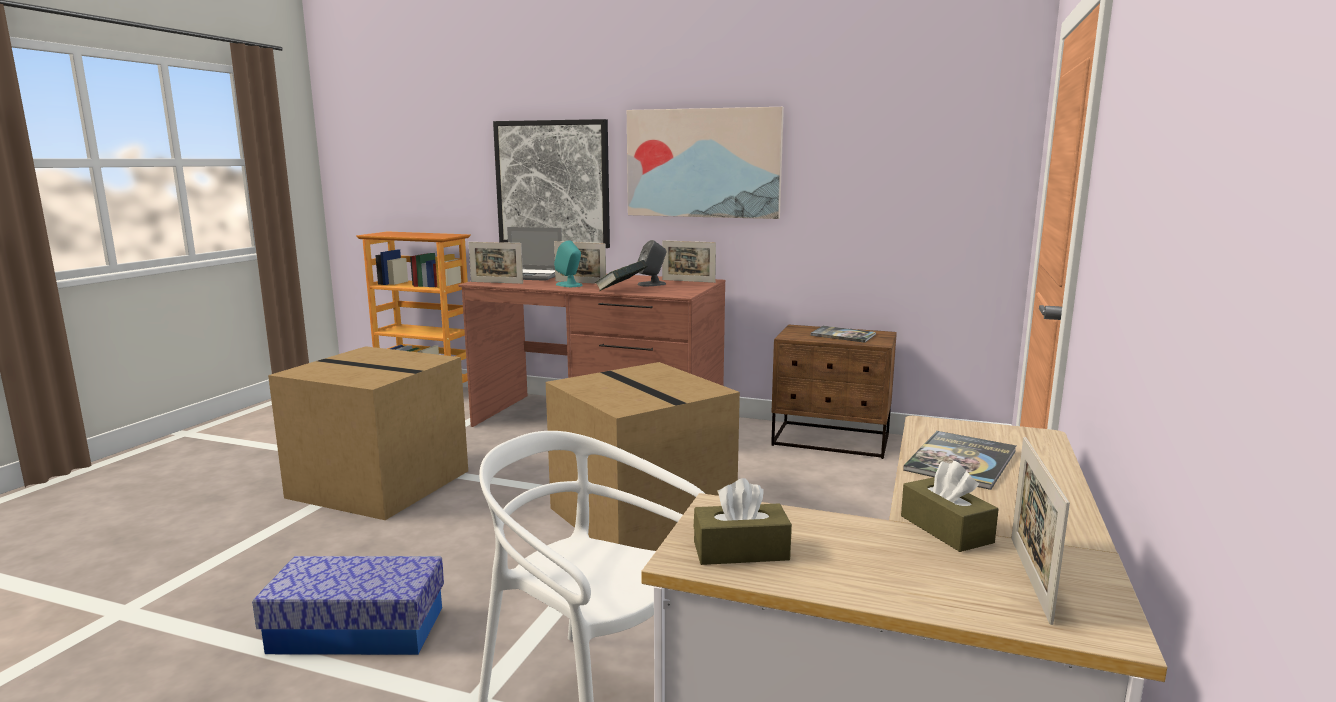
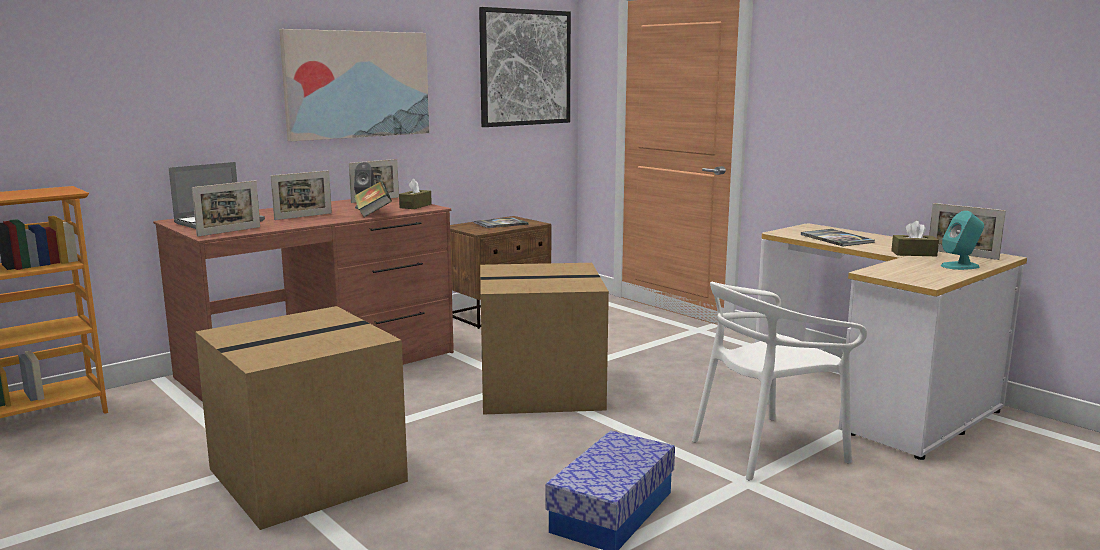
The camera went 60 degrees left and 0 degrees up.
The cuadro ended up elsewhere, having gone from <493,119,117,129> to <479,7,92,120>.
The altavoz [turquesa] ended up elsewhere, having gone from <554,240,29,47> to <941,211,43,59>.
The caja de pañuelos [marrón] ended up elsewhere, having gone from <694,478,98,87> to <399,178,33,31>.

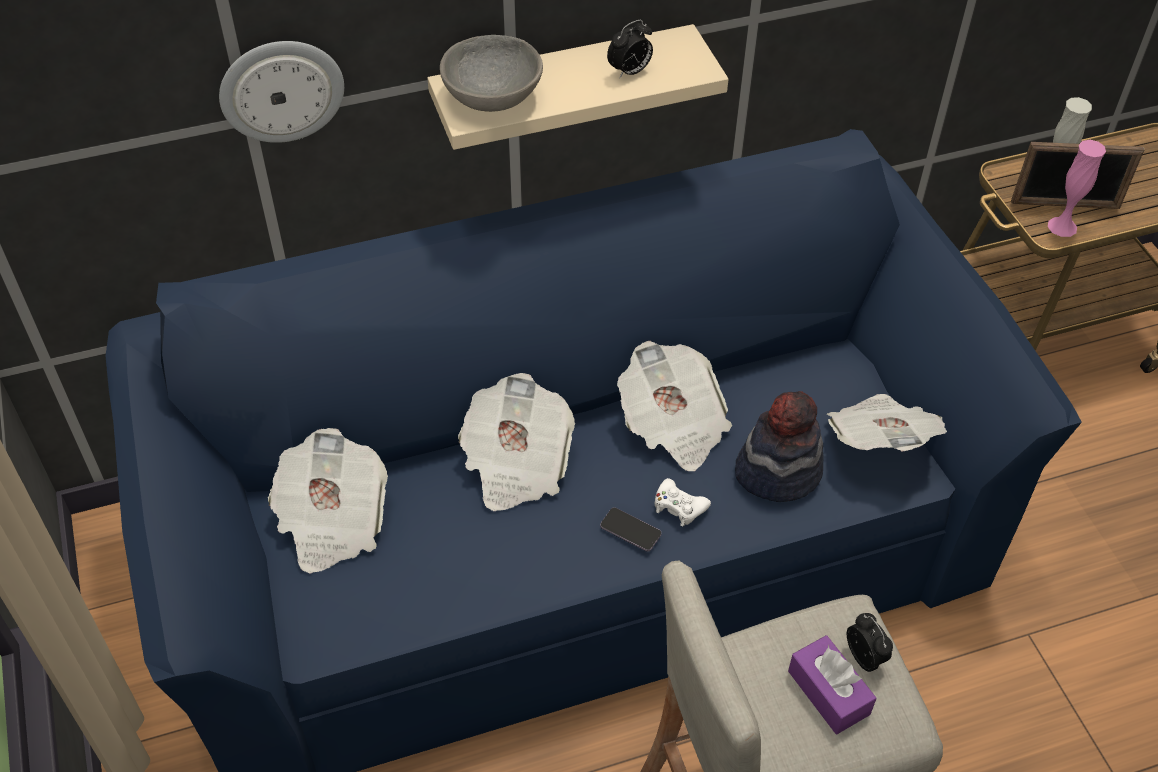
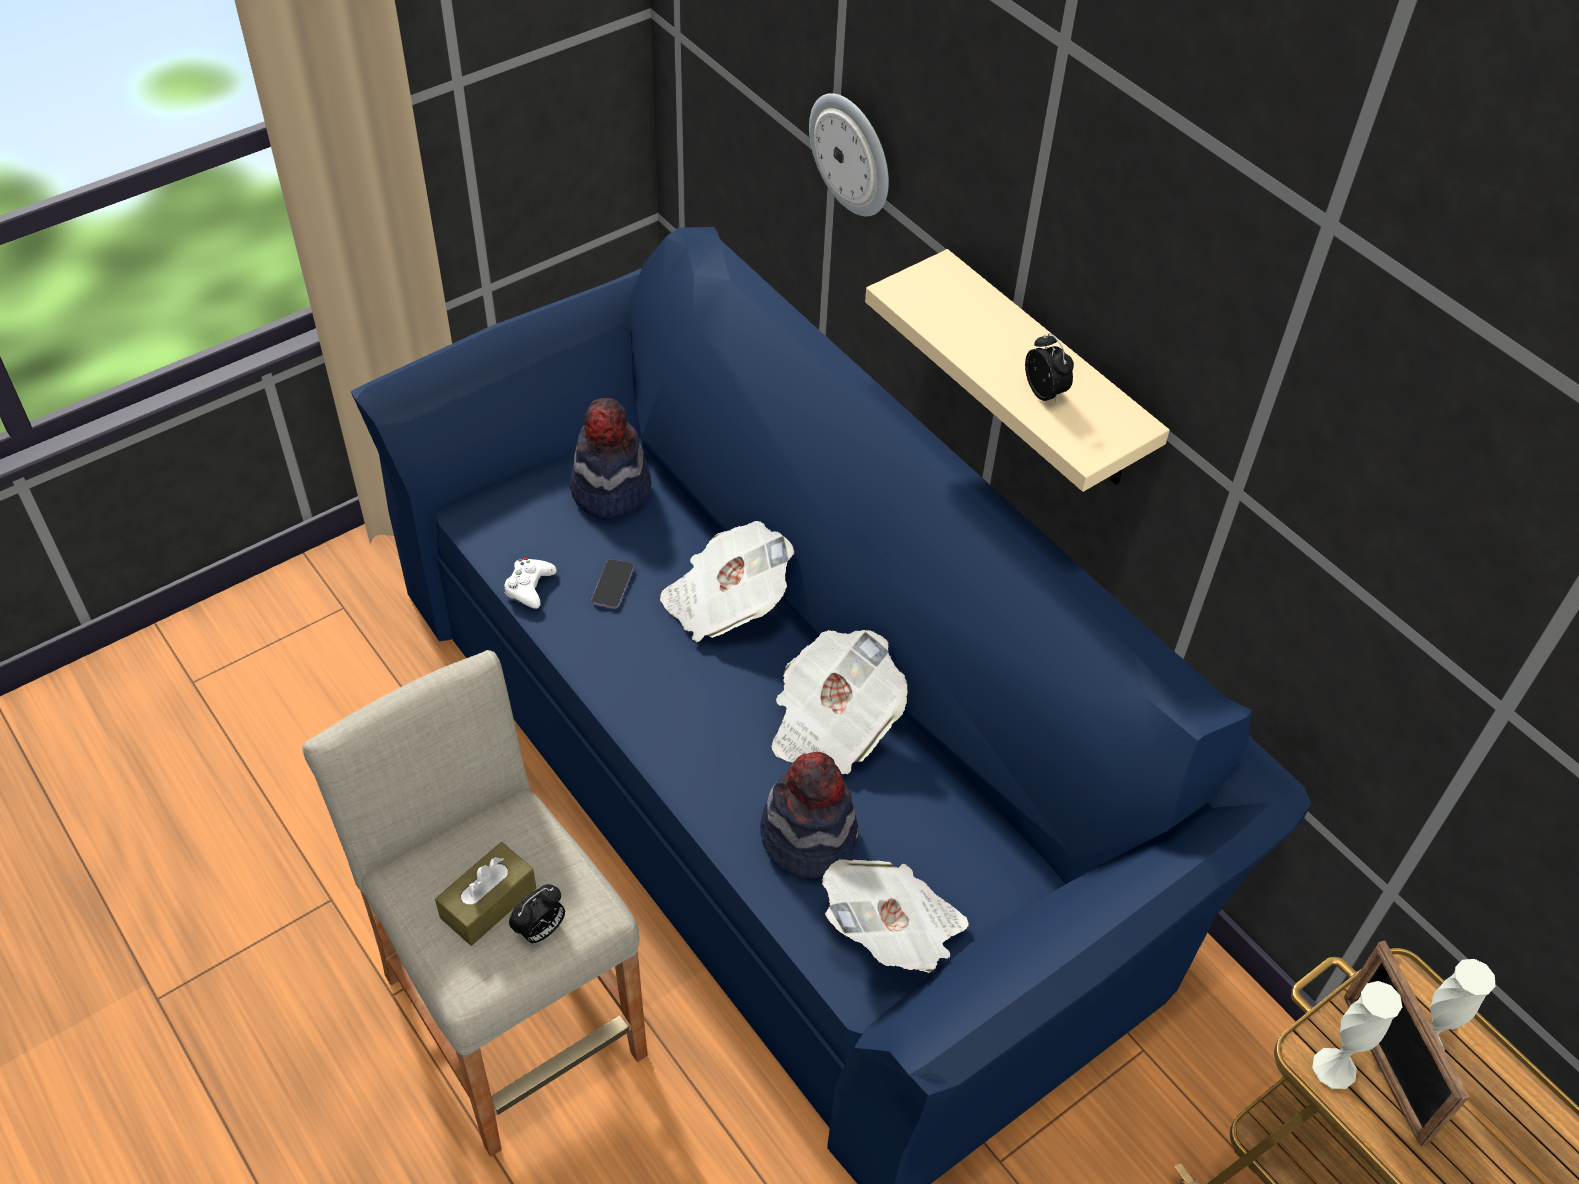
The camera went 70 degrees right and 0 degrees up.
Where the periódico stood at <268,428,120,146>, the sombrero came to stand at <570,398,81,122>.
The second view lost the cuenco [gris] at <440,35,103,77>.
The móvil ended up elsewhere, having gone from <600,507,62,45> to <591,559,43,50>.
The despertador at <607,20,46,59> ended up facing another way, 150 degrees counterclockwise from before.
The mando de consola [blanco] ended up elsewhere, having gone from <655,478,56,49> to <504,558,53,51>.
What was the caja de pañuelos [morado] at <788,635,88,99> turned into the caja de pañuelos [marrón] at <435,842,101,104>.
What was the florero [rosa] at <1048,140,58,97> turned into the florero [blanco] at <1312,981,90,108>.

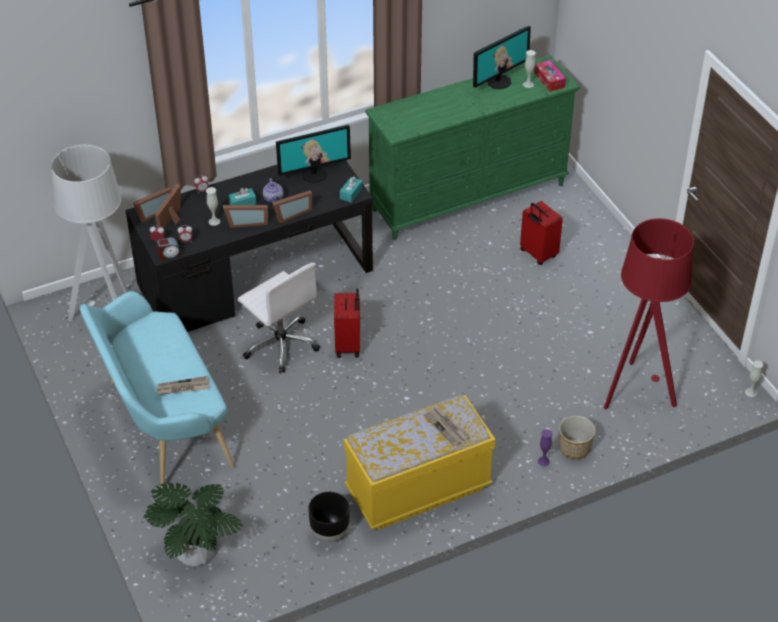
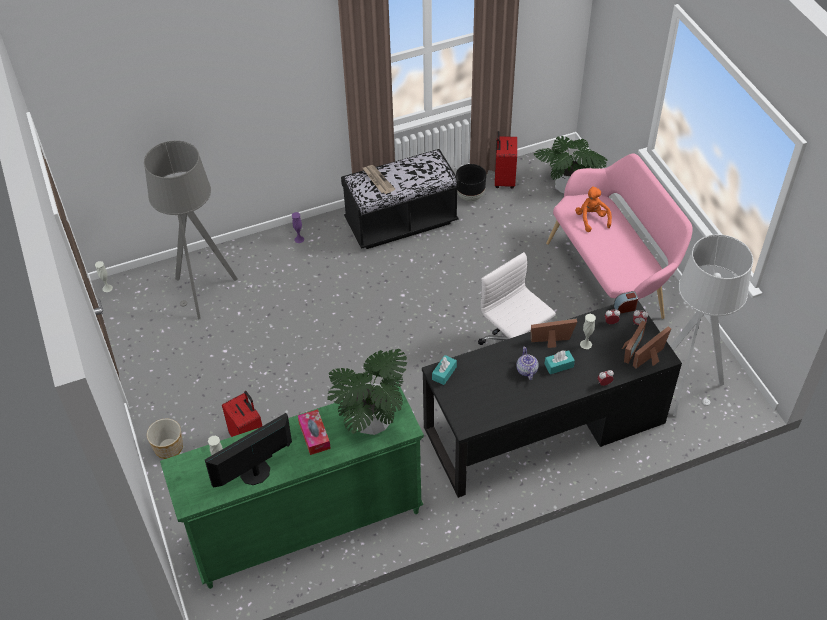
The camera went 175 degrees left and 5 degrees up.
What was the banco [turquesa] at <80,291,155,198> turned into the banco [rosa] at <546,153,147,166>.
Where the periódico stood at <157,376,53,19>, the peluche [naranja] came to stand at <575,187,37,45>.
The second view lost the portarretratos at <272,191,40,32>.
The second view lost the monitor at <276,125,75,58>.
The maleta [rojo] ended up elsewhere, having gone from <334,288,26,70> to <495,131,22,58>.
What was the banco [amarillo] at <344,395,152,135> turned into the banco [negro] at <341,149,118,100>.
The caja de pañuelos ended up elsewhere, having gone from <534,60,32,32> to <298,409,33,46>.
The maceta ended up elsewhere, having gone from <559,416,36,43> to <147,419,36,40>.
What was the lámpara de pie [rojo] at <604,218,90,191> turned into the lámpara de pie [gris] at <144,140,93,179>.
The second view gained the planta en maceta at <328,349,79,86>.

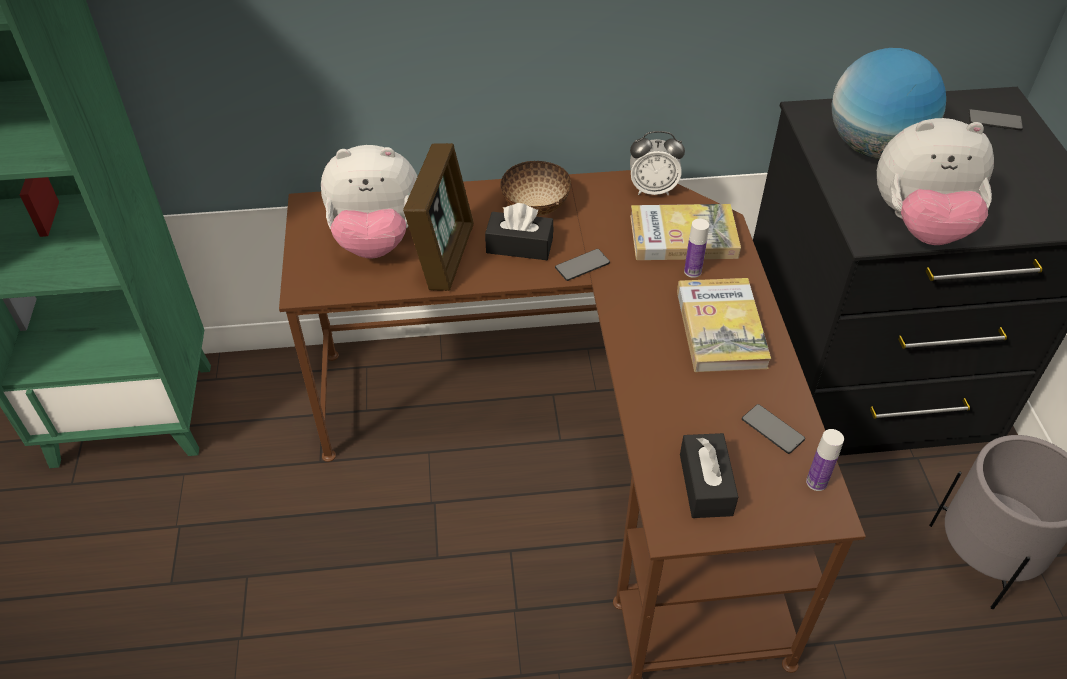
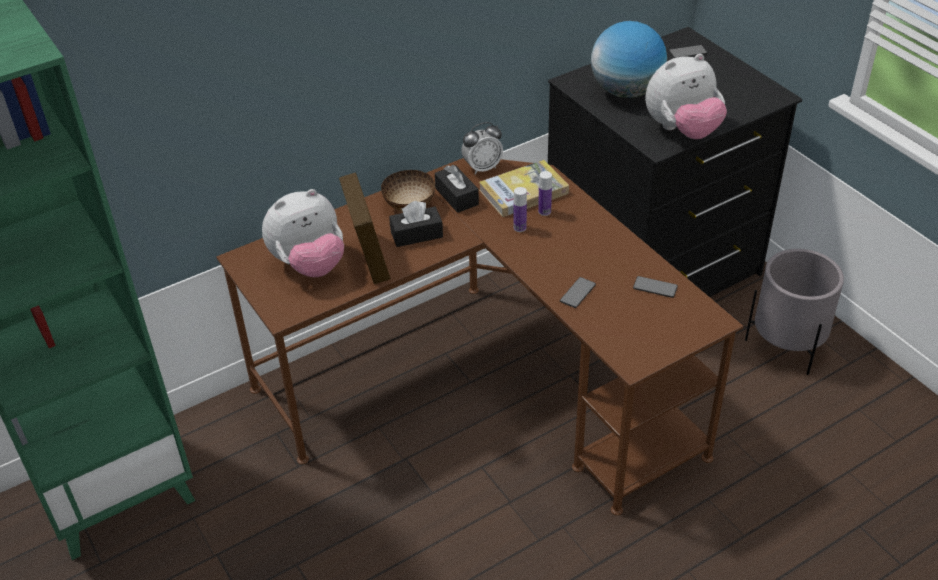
The camera went 25 degrees left and 5 degrees down.
The móvil ended up elsewhere, having gone from <555,249,55,32> to <560,277,36,31>.
The second view lost the libro at <677,278,94,94>.
The caja de pañuelos [negro] ended up elsewhere, having gone from <680,433,58,85> to <435,165,44,48>.
The botella ended up elsewhere, having gone from <806,429,38,62> to <514,187,13,45>.

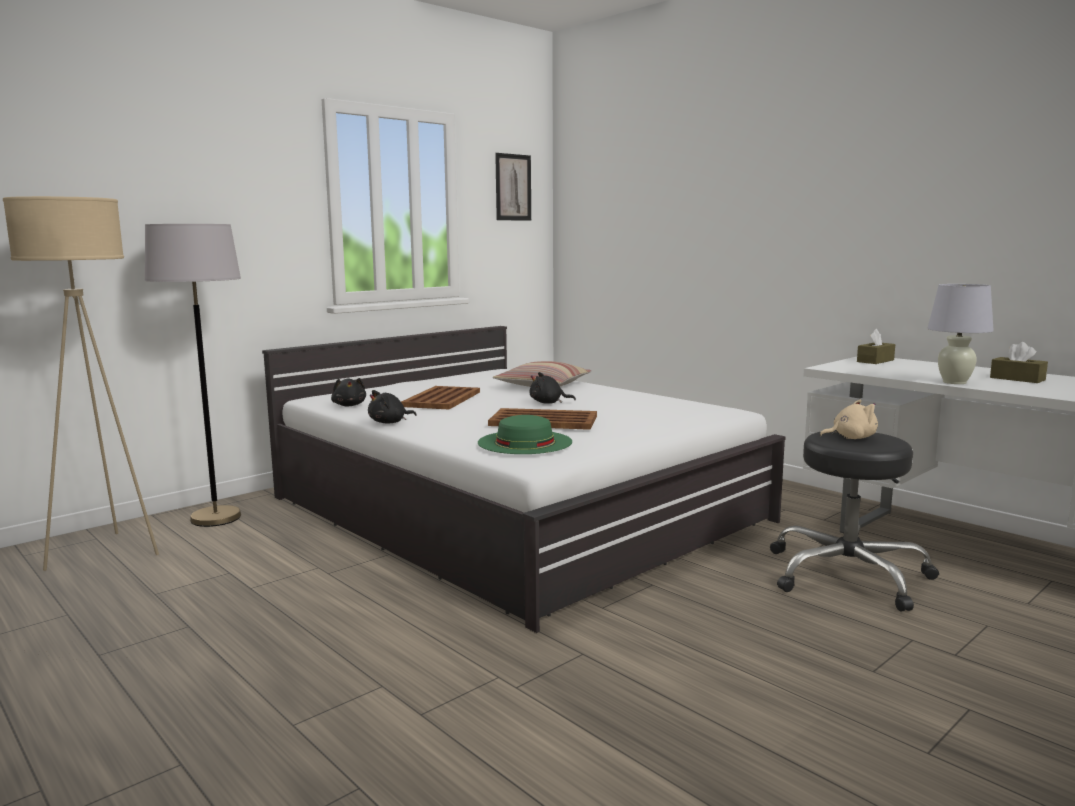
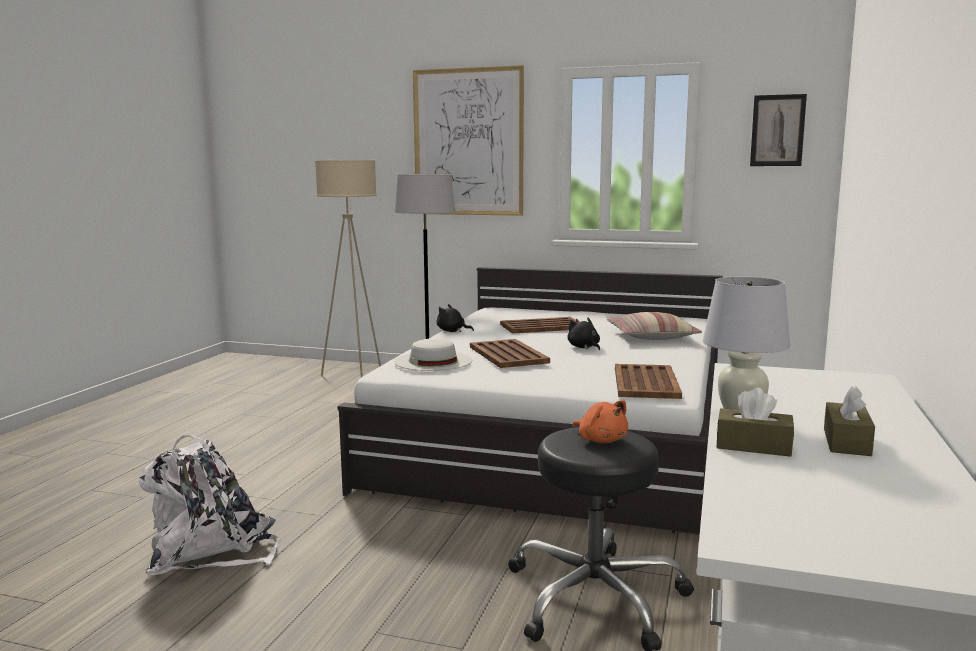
The camera went 60 degrees right and 0 degrees up.
The second view lost the peluche [negro] at <331,378,35,28>.
What was the sombrero [verde] at <478,415,94,39> turned into the sombrero [blanco] at <394,338,78,33>.
What was the peluche [beis] at <819,400,59,39> turned into the peluche [naranja] at <572,400,56,43>.
The caja de pañuelos [marrón] ended up elsewhere, having gone from <857,329,38,35> to <717,388,77,69>.
The second view gained the mochila [blanco] at <139,435,138,140>.
The second view gained the cuadro at <413,65,111,151>.
The second view gained the bandeja [marrón] at <615,364,67,35>.

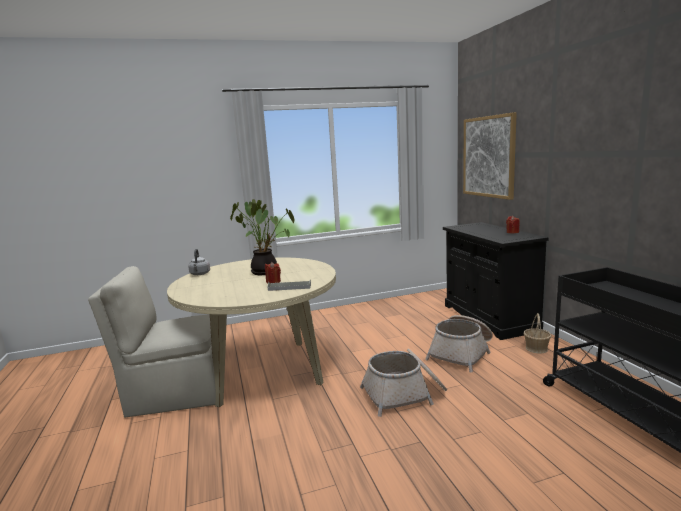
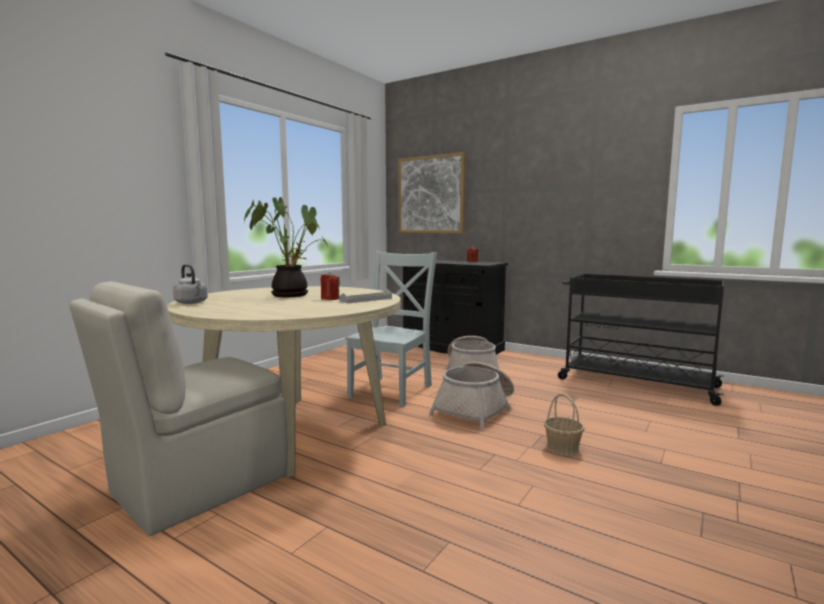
The camera went 40 degrees left and 5 degrees down.
The cesta ended up elsewhere, having gone from <524,313,27,41> to <544,393,40,63>.
The second view gained the silla [gris] at <345,251,92,156>.

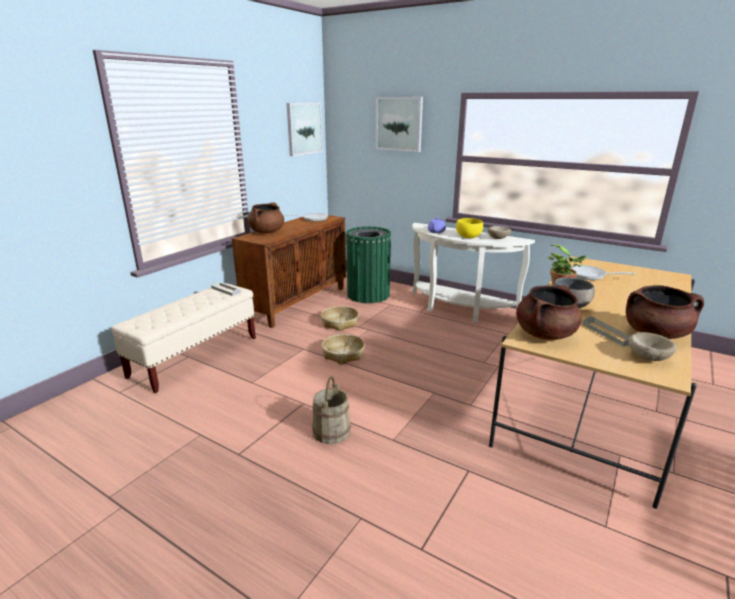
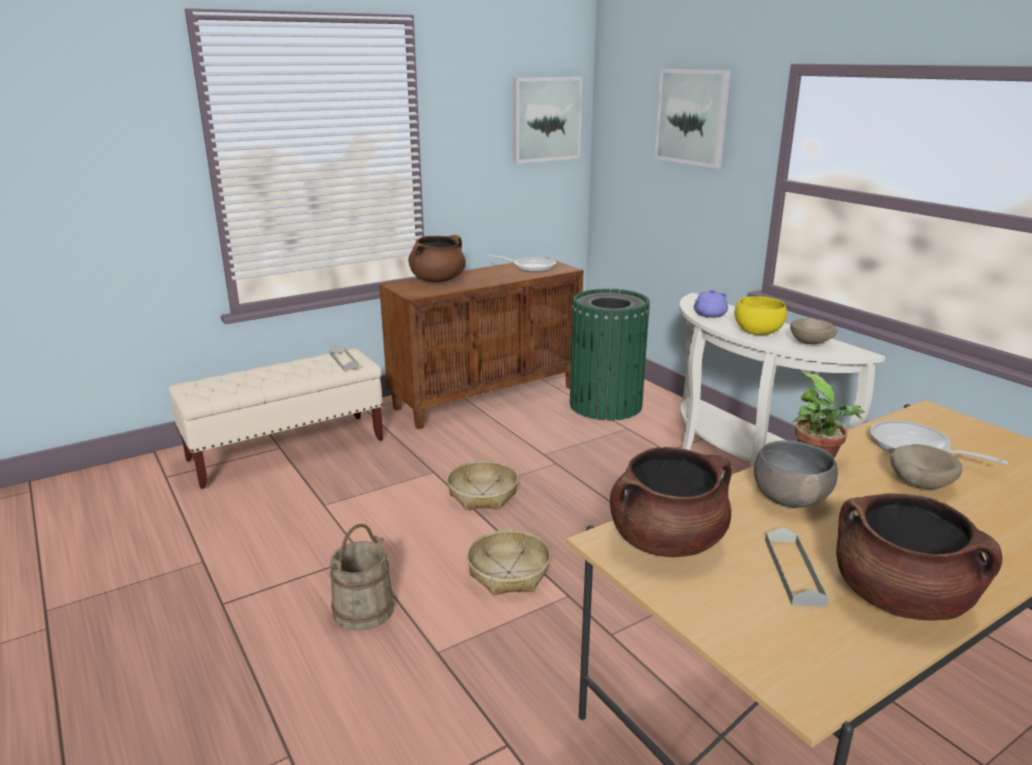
The camera went 25 degrees right and 0 degrees up.
The cesta ended up elsewhere, having gone from <321,306,38,25> to <467,530,84,65>.
The cuenco [beis] ended up elsewhere, having gone from <628,332,48,29> to <890,444,72,45>.

